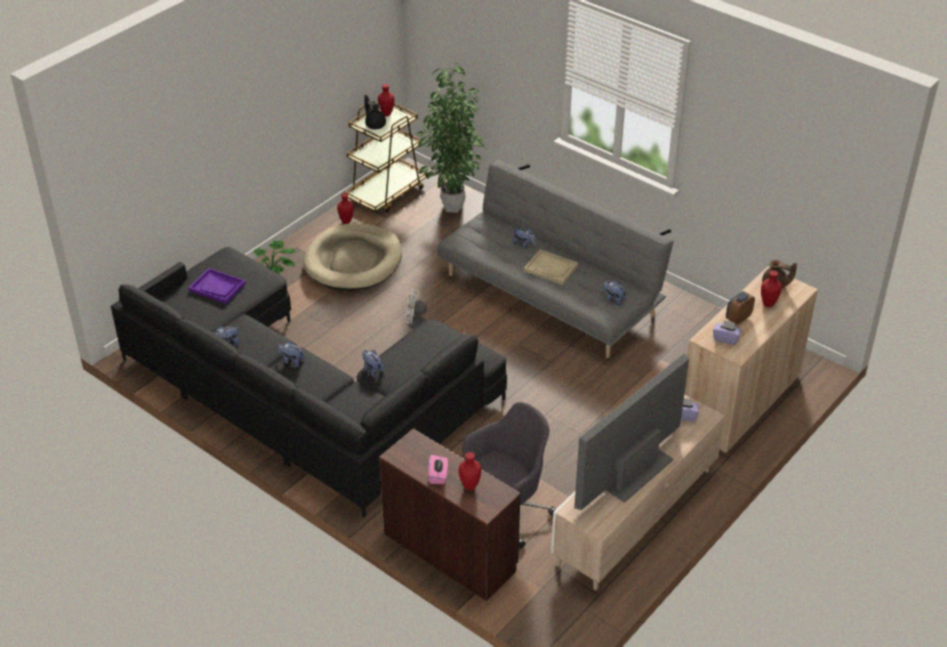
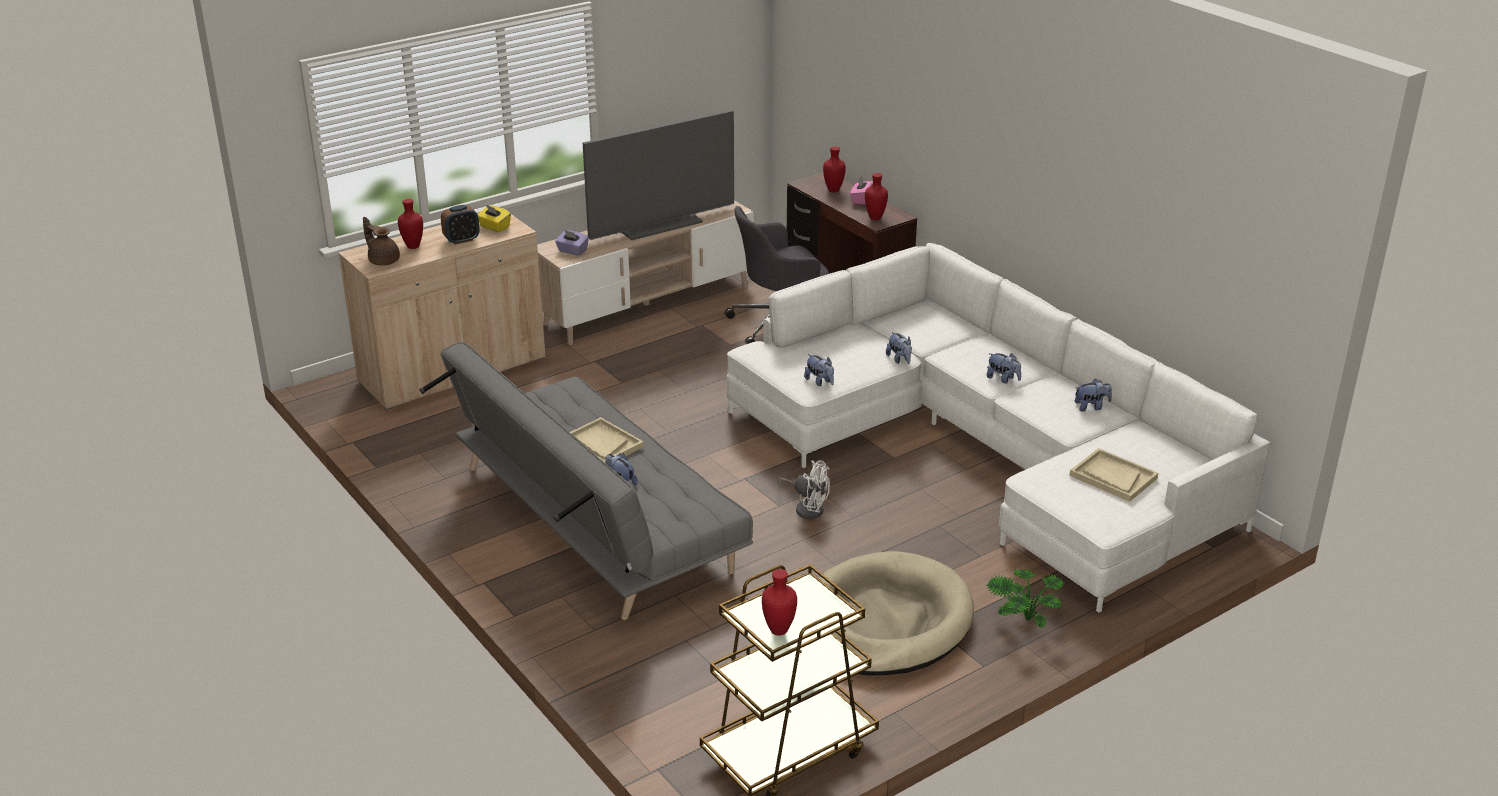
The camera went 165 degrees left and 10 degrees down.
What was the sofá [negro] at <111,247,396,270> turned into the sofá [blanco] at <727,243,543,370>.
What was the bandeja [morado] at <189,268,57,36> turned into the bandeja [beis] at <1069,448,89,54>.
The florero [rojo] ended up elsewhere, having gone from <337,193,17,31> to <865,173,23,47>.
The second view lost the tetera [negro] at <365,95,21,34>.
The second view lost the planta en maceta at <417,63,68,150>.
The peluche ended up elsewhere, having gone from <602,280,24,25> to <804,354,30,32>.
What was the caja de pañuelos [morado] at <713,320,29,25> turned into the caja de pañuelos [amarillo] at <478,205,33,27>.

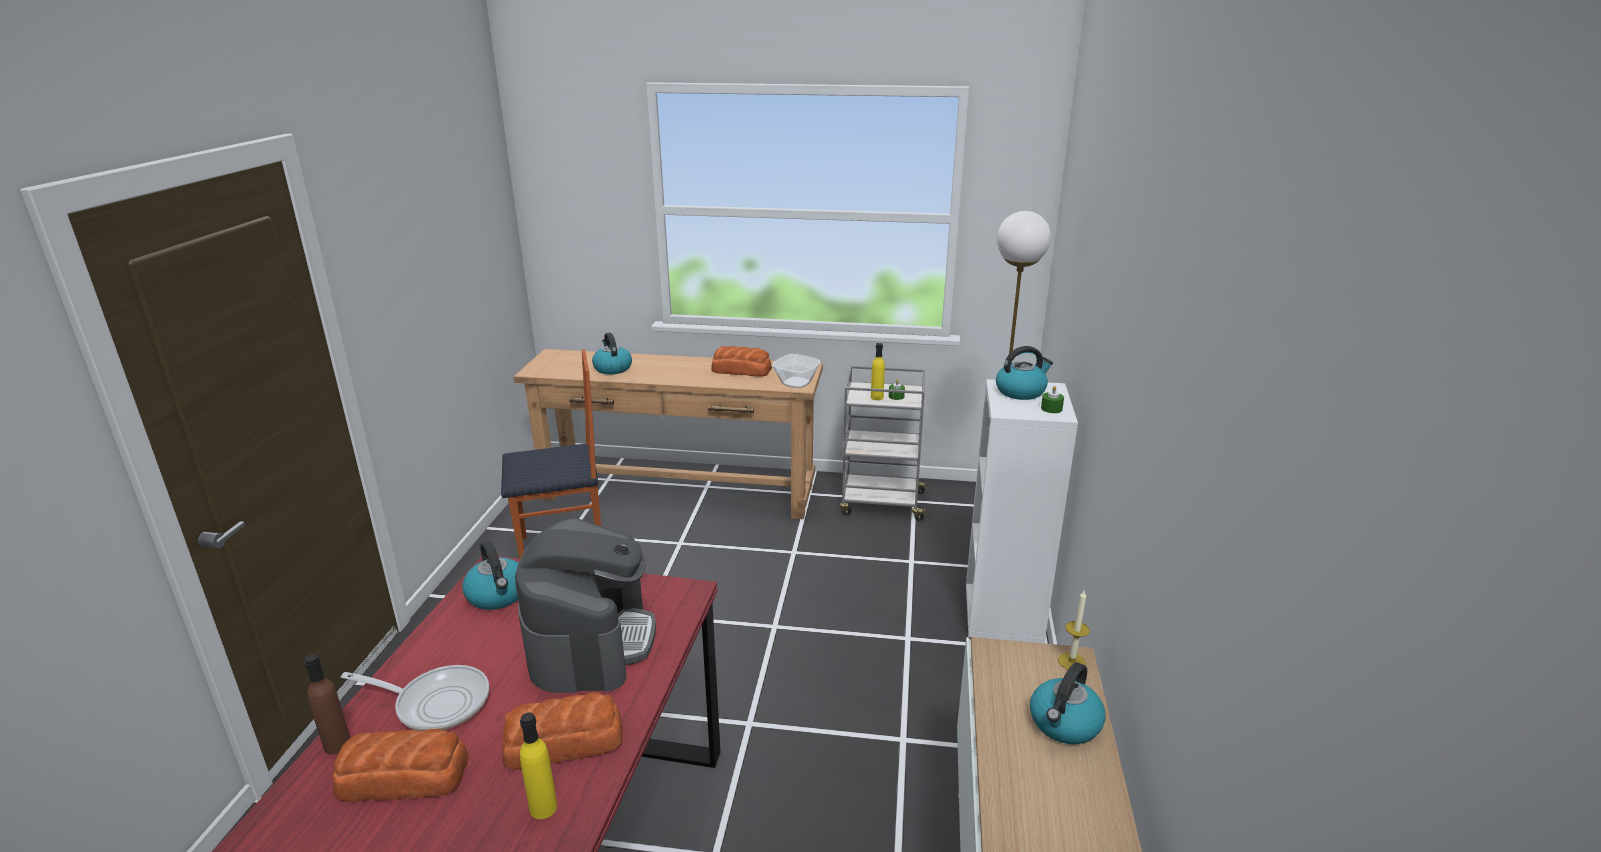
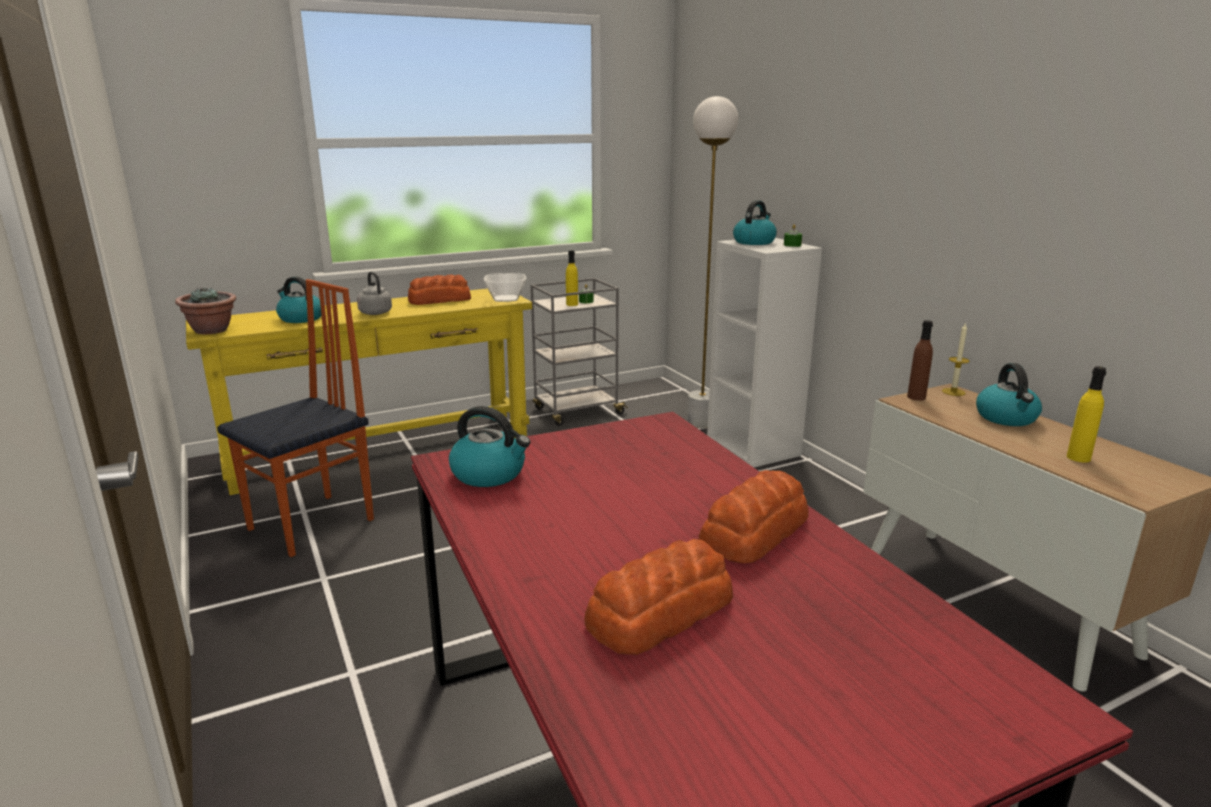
The camera went 35 degrees left and 5 degrees down.
The botella [marrón] ended up elsewhere, having gone from <304,654,47,101> to <907,320,26,81>.
The second view lost the sartén at <341,665,148,66>.
What was the mesa consola [marrón] at <514,349,309,170> turned into the mesa consola [amarillo] at <186,289,346,206>.
The second view lost the cafetera at <515,518,141,175>.
The botella [amarillo] ended up elsewhere, having gone from <520,712,37,107> to <1067,366,40,97>.
The second view gained the planta en maceta at <175,287,61,47>.
The second view gained the hervidor [gris] at <357,272,35,43>.

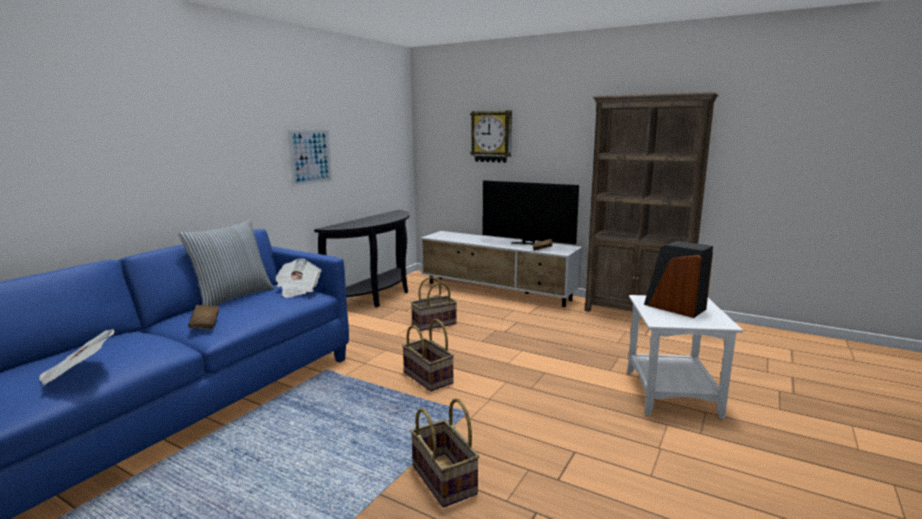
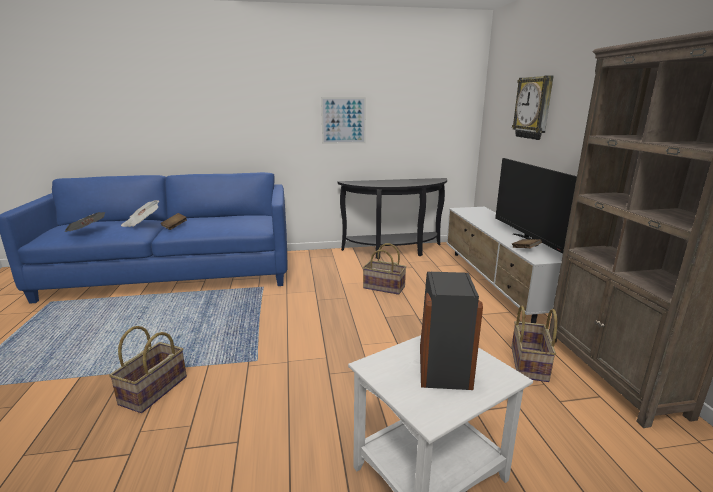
The camera went 50 degrees right and 5 degrees up.
The second view lost the cojín at <178,220,96,86>.
The periódico ended up elsewhere, having gone from <275,259,46,38> to <121,200,38,27>.
The cesta ended up elsewhere, having gone from <402,319,52,72> to <512,306,45,76>.

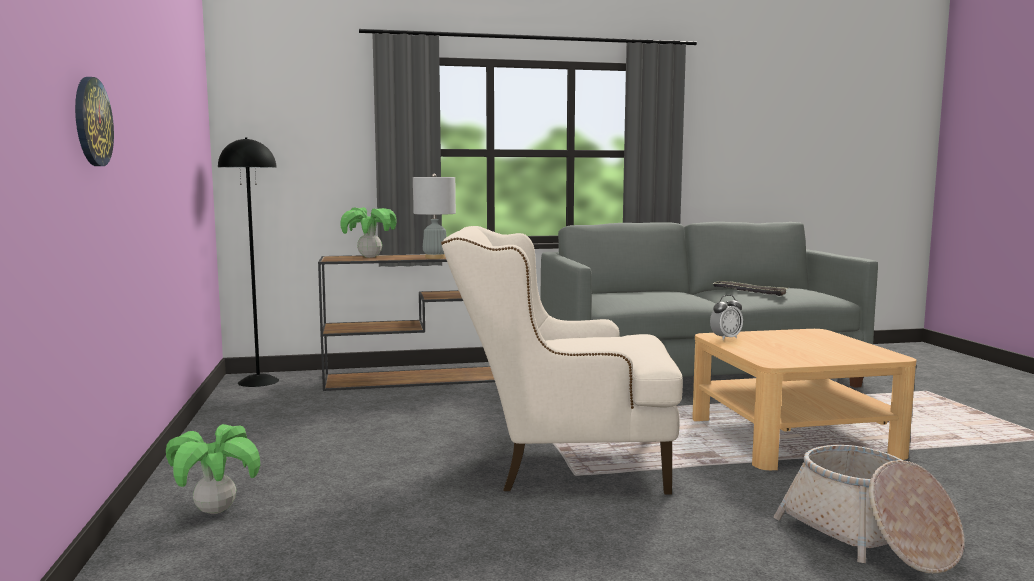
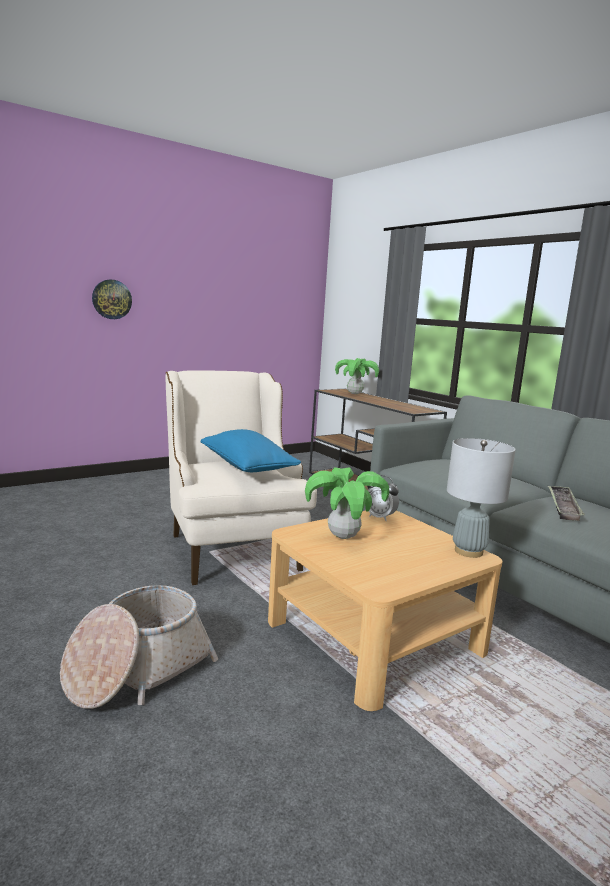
The camera went 65 degrees right and 5 degrees up.
The planta en maceta ended up elsewhere, having gone from <166,424,94,90> to <305,467,84,72>.
The second view lost the lámpara de pie [negro] at <218,137,61,250>.
The lámpara de mesa [gris] ended up elsewhere, having gone from <413,174,43,85> to <447,438,69,120>.
The second view gained the cojín [azul] at <200,429,101,43>.

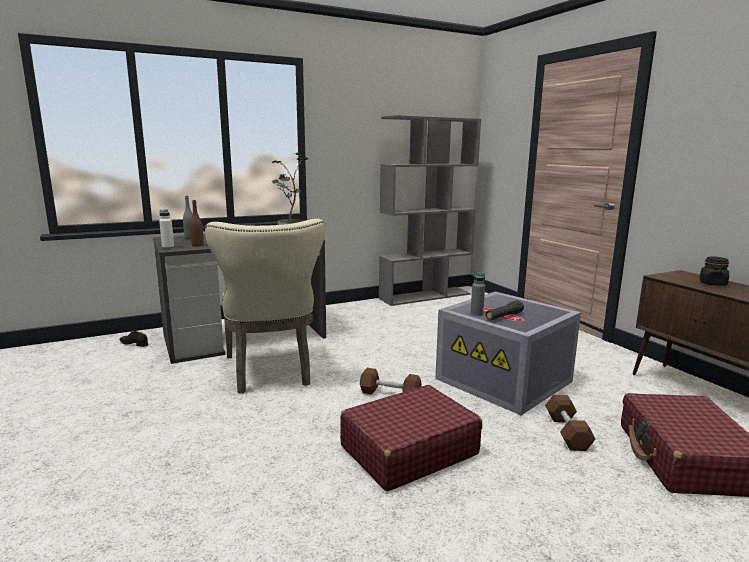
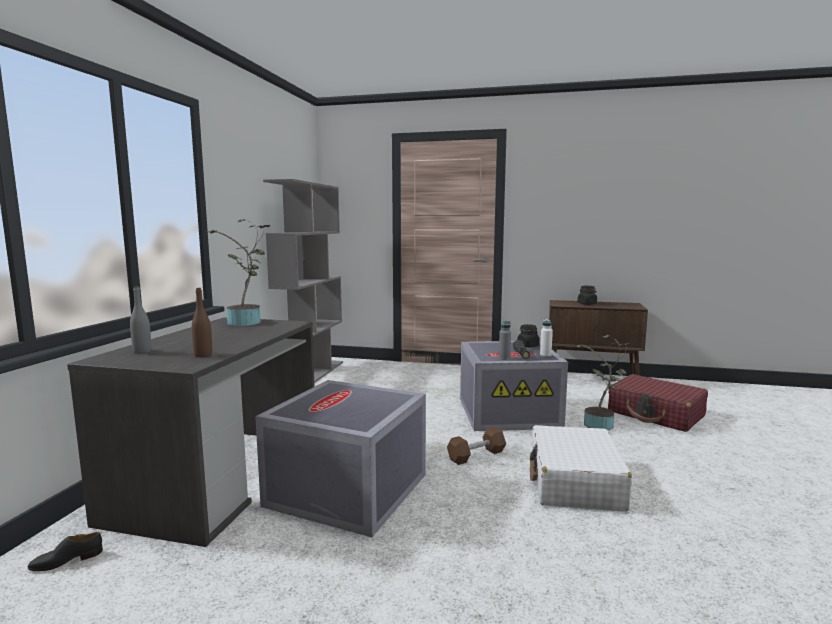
The camera went 50 degrees left and 5 degrees down.
The botella [blanco] ended up elsewhere, having gone from <159,209,15,40> to <540,319,13,38>.
Where the silla [beis] stood at <205,219,120,175>, the caja de almacenaje [gris] came to stand at <255,380,171,157>.
What was the maleta [rojo] at <340,385,142,106> turned into the maleta [blanco] at <530,425,102,87>.
Where the mancuerna [marrón] stood at <545,395,51,56>, the planta en maceta came to stand at <575,335,57,95>.
The second view gained the tarro [negro] at <517,324,23,23>.

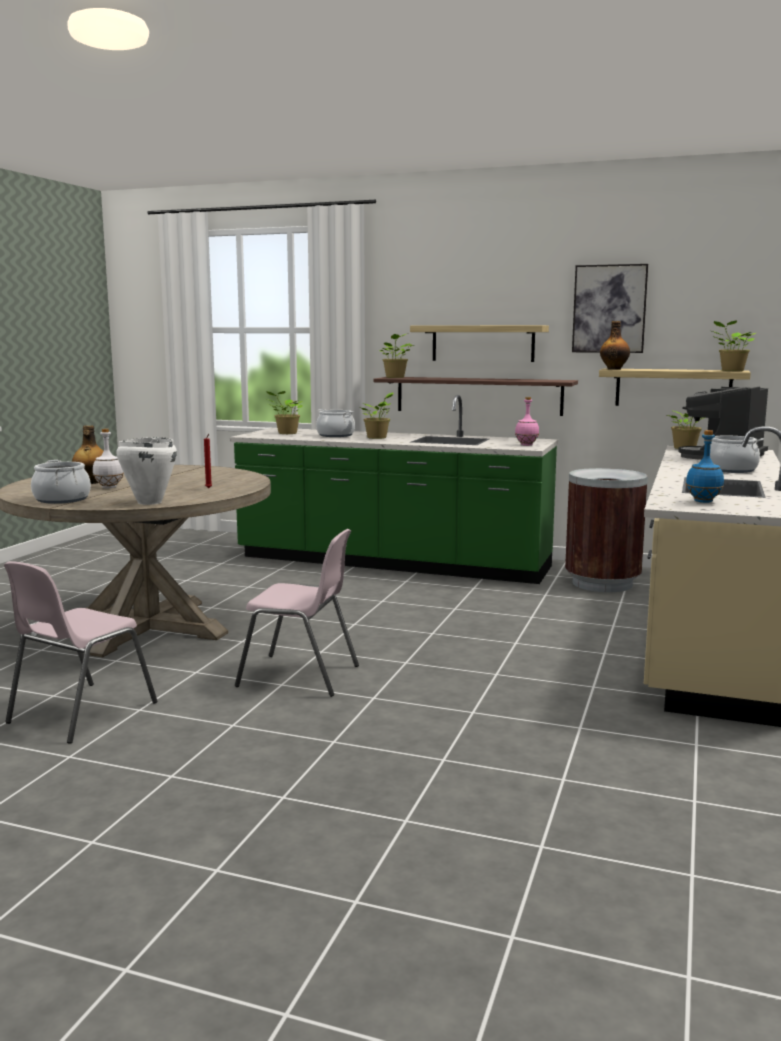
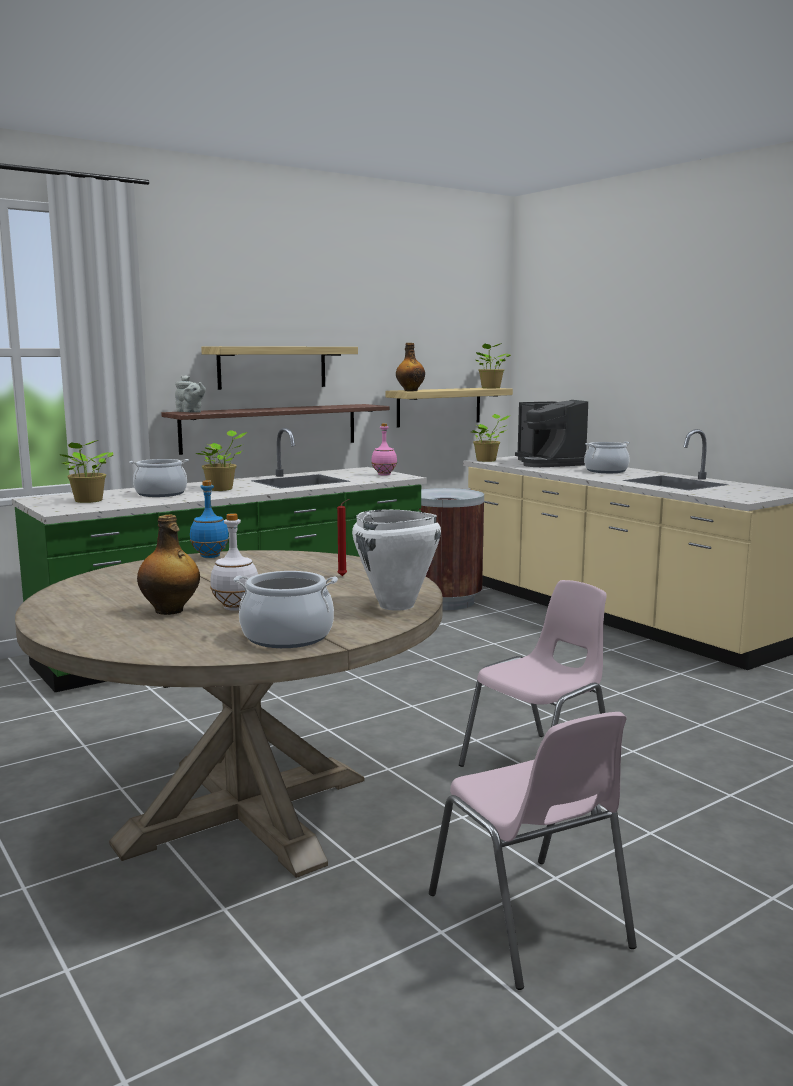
The camera went 55 degrees left and 0 degrees up.
Where the planta en maceta stood at <379,334,35,44>, the tetera [gris] came to stand at <175,375,31,37>.
The second view lost the cuadro at <572,264,76,89>.
The botella [azul] ended up elsewhere, having gone from <686,430,38,73> to <190,480,39,78>.

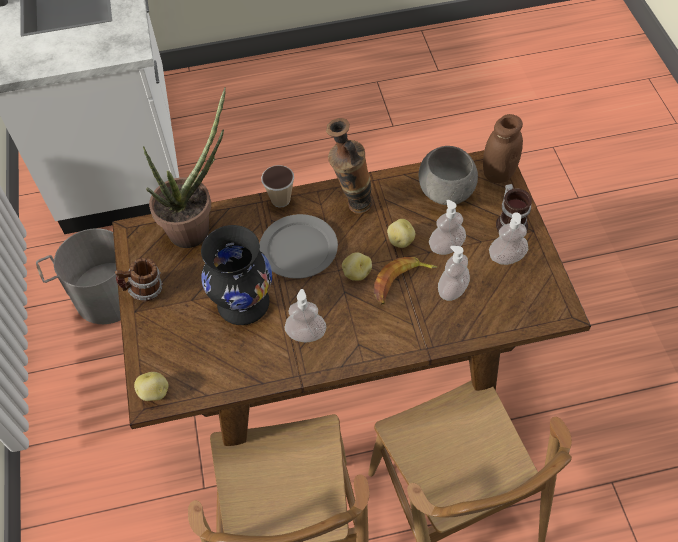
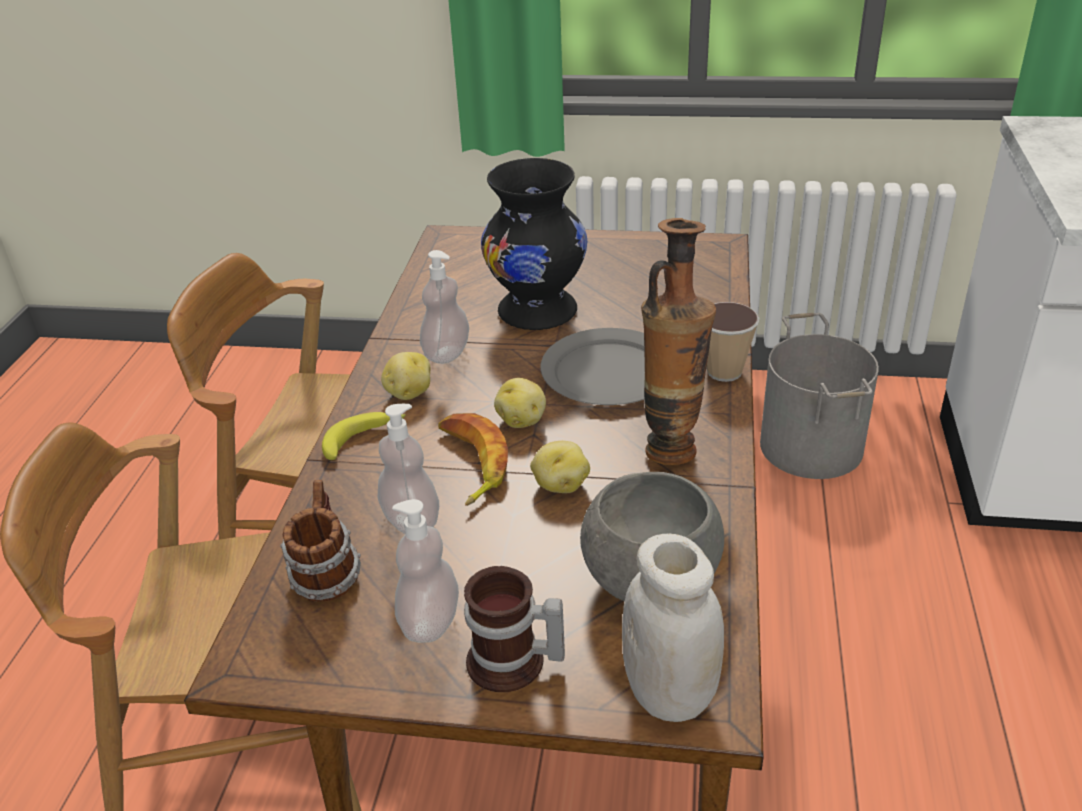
The camera went 110 degrees right and 20 degrees down.
The taza grande ended up elsewhere, having gone from <115,258,48,43> to <280,480,81,122>.
The patata ended up elsewhere, having gone from <134,372,35,29> to <381,352,49,48>.
The second view lost the planta en maceta at <143,87,83,161>.
The second view lost the dispensador de jabón at <429,200,37,55>.
What was the tarro [marrón] at <483,114,40,69> turned into the tarro [blanco] at <622,533,102,189>.
The second view gained the plátano at <322,412,84,48>.

